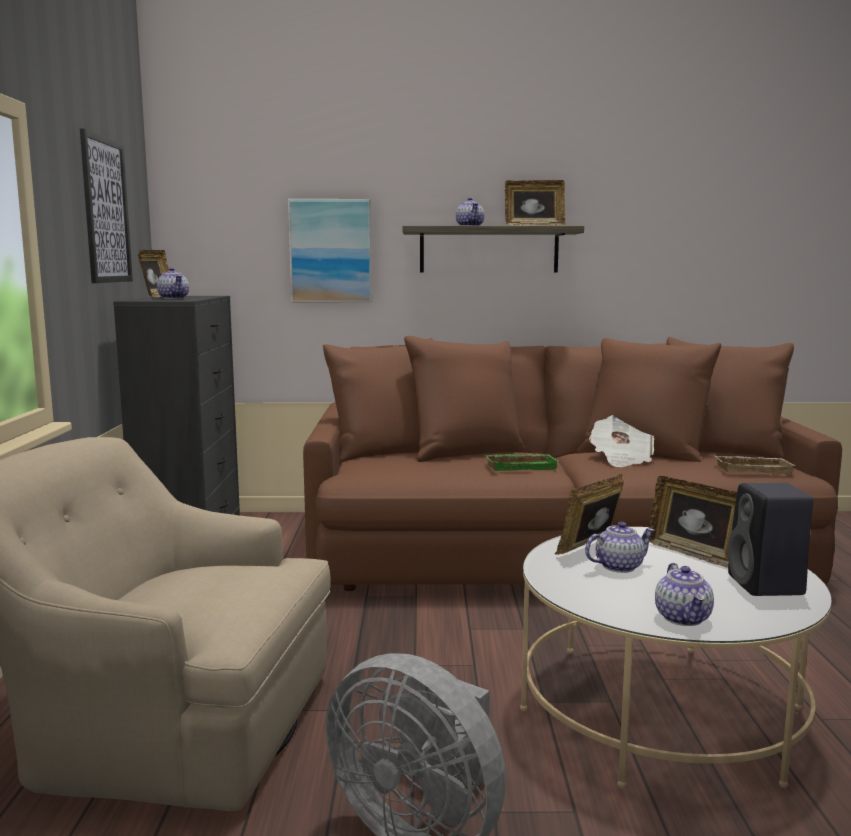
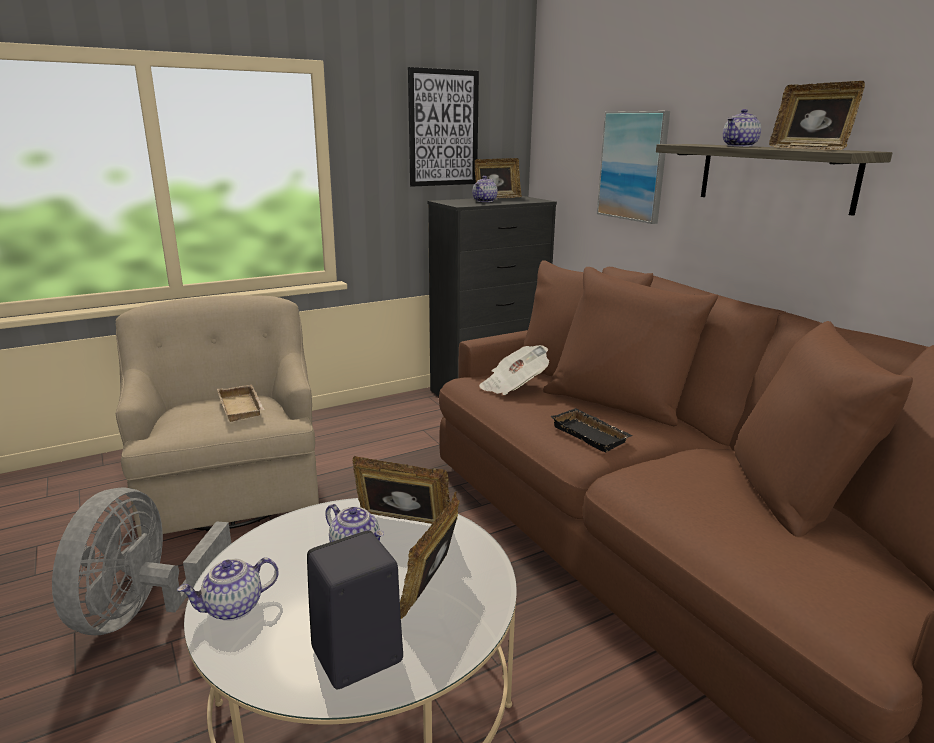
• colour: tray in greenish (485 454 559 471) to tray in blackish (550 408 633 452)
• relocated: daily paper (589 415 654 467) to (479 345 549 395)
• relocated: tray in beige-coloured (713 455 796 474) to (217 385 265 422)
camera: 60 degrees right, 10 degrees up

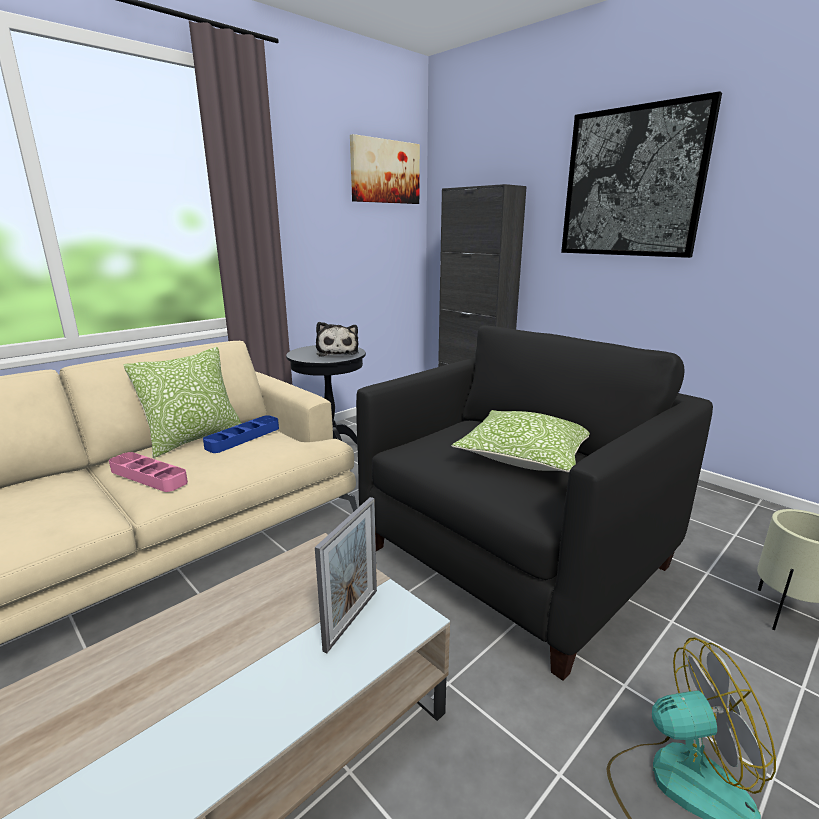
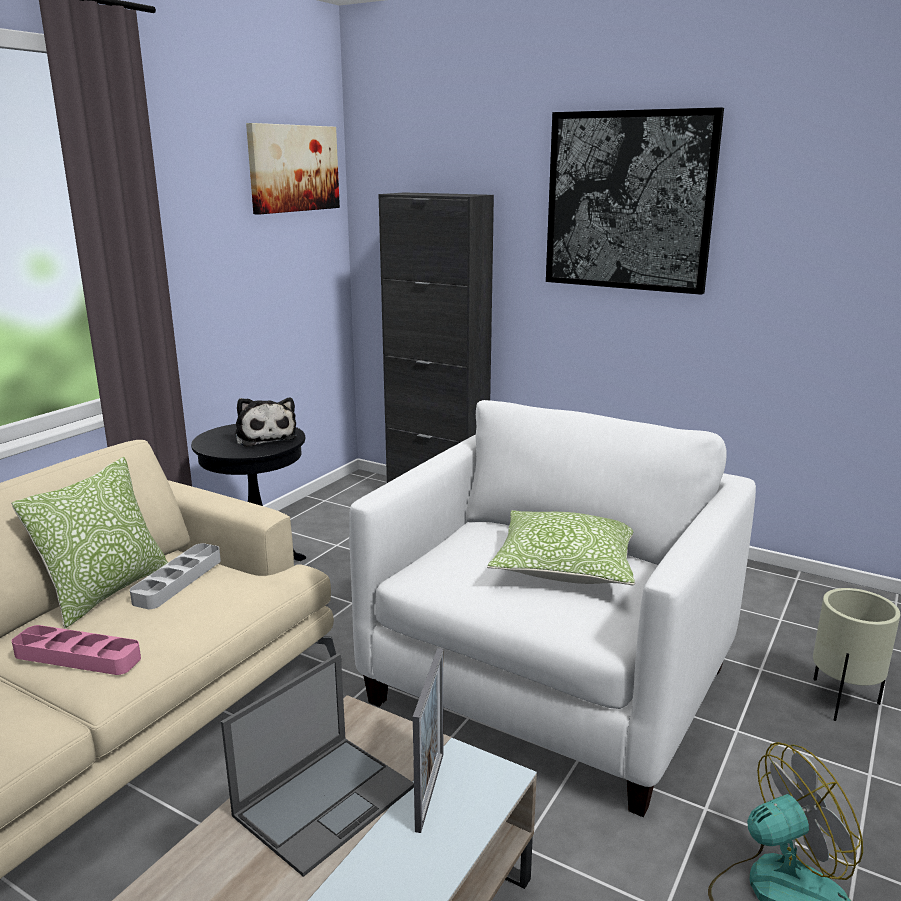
• colour: tray in blue (203 415 279 453) to tray in grey (130 543 221 609)
• colour: armchair in blackish (356 325 713 681) to armchair in white-coloured (349 400 756 817)
• appeared: laptop (221 653 414 877)
camera: 15 degrees left, 0 degrees up

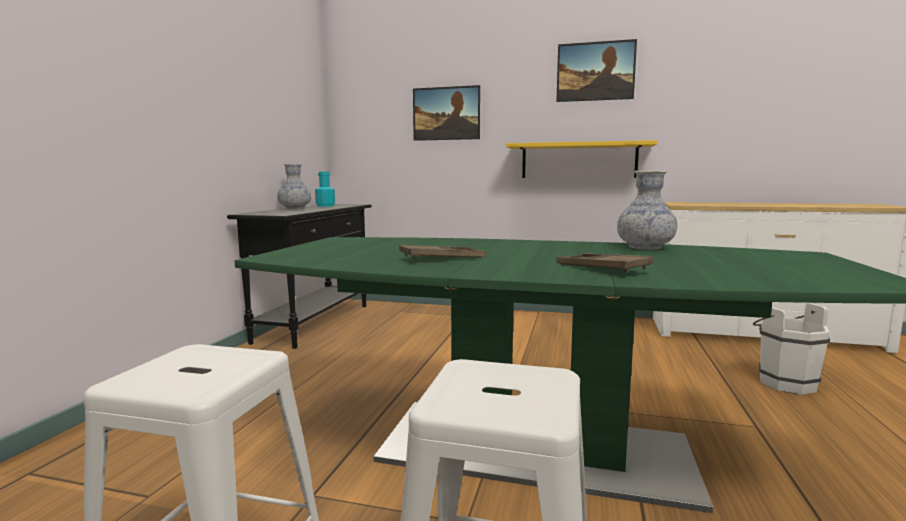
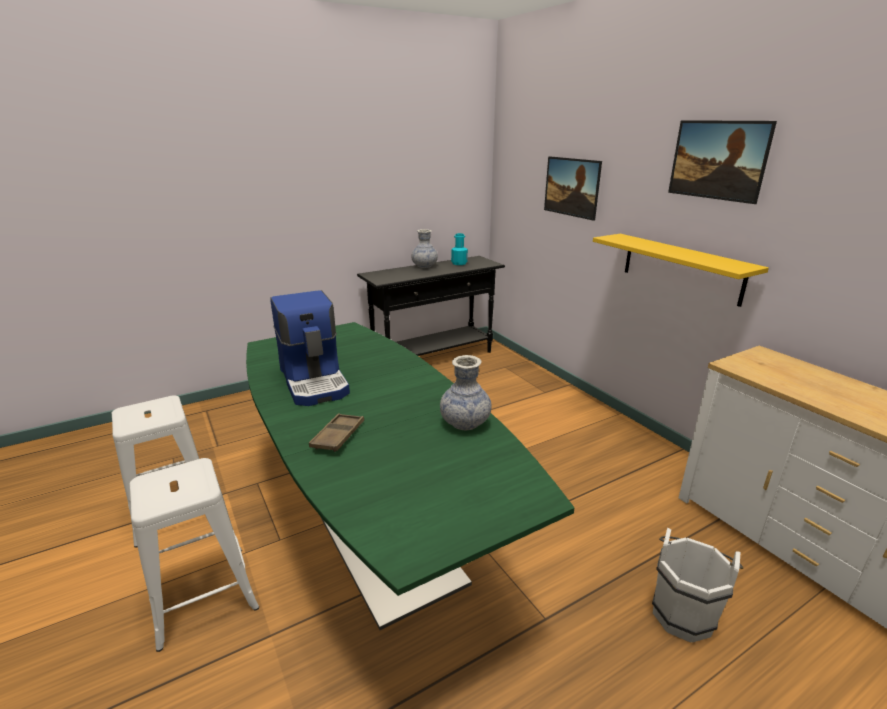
• exchanged: tray in brown (399 245 486 259) to coffee maker (270 290 350 406)
camera: 45 degrees right, 15 degrees up

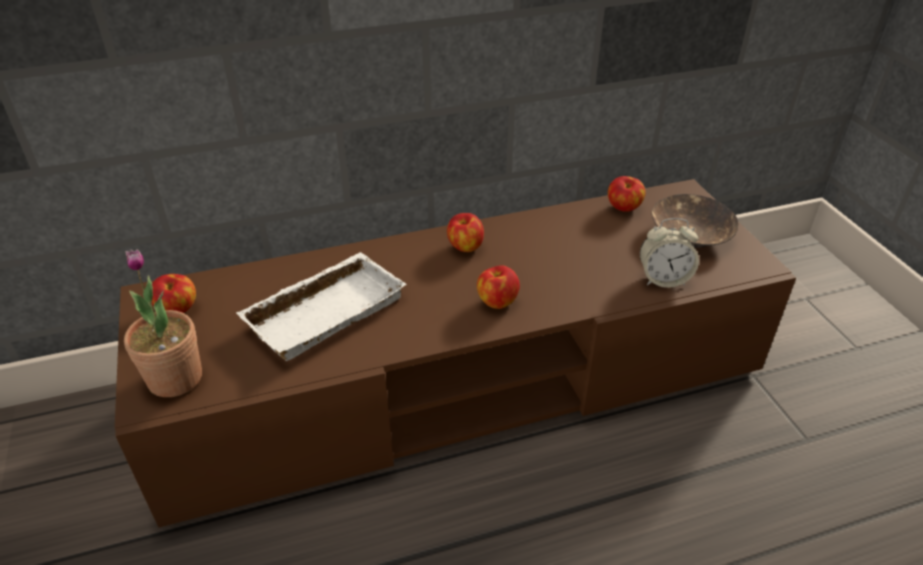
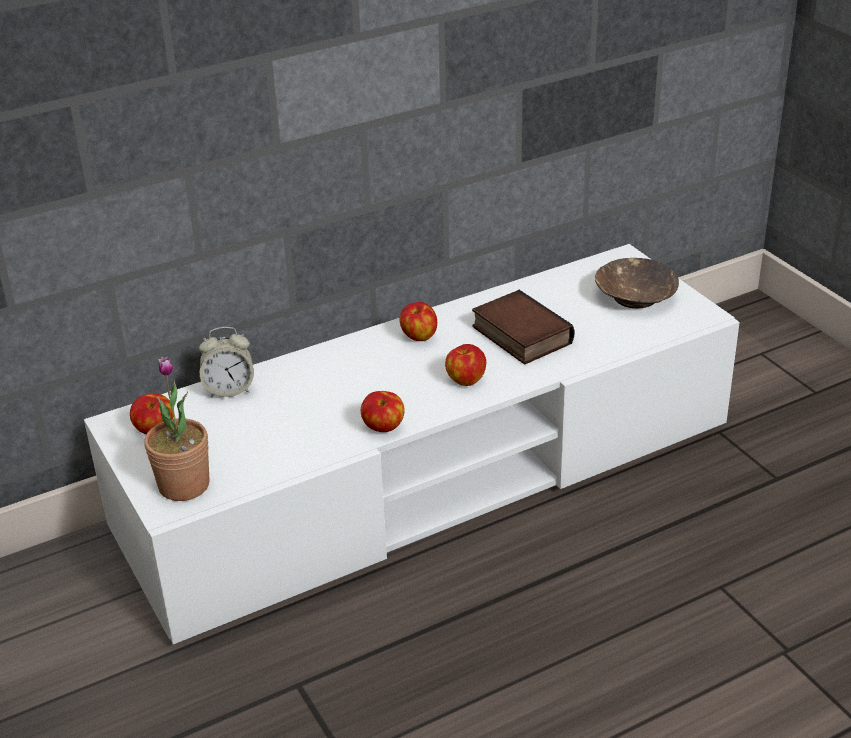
• colour: tv stand in brown (115 179 796 528) to tv stand in white-coloured (84 244 740 644)
• missing: tray in white-coloured (236 252 407 361)
• relocated: apple fruit (608 176 645 212) to (361 391 405 432)
• relocated: alarm clock (640 218 699 288) to (199 327 254 398)
• appeared: volume (472 290 575 364)
camera: 10 degrees left, 5 degrees down

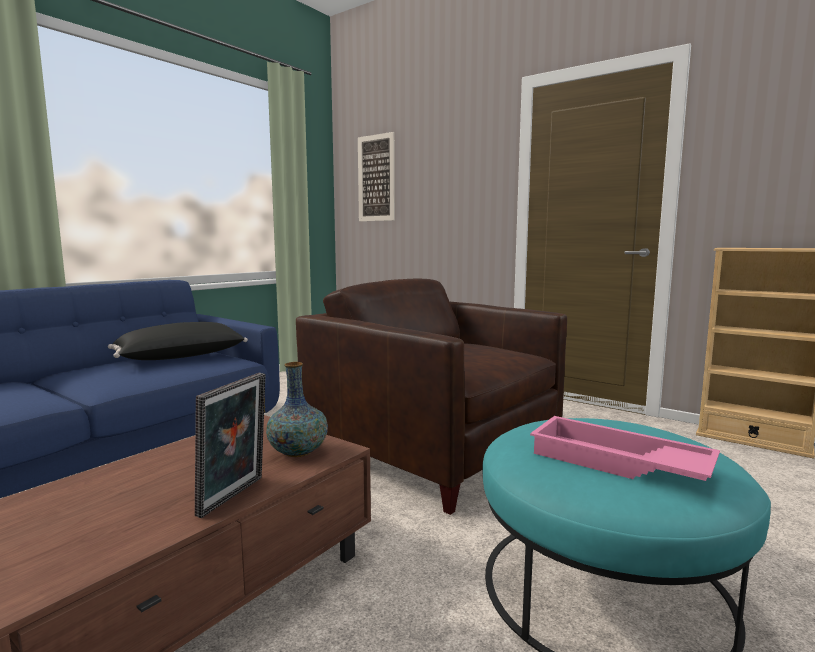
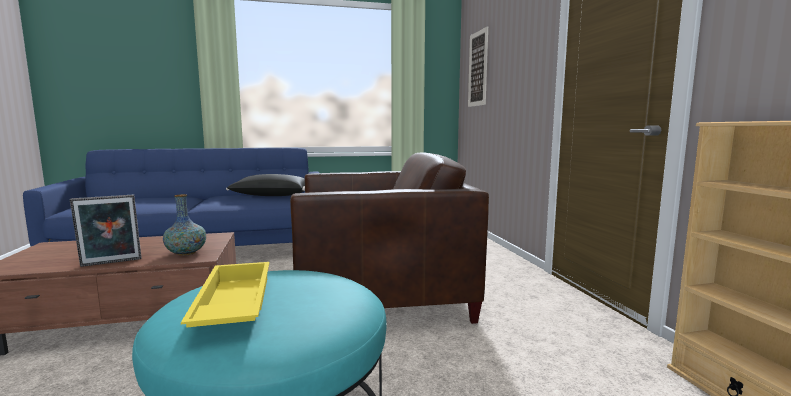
• spun: armchair in brown (296 279 567 515) = (290 152 489 324) 90 degrees clockwise
• colour: tray in pink-coloured (530 416 720 481) to tray in yellow (181 262 269 328)
camera: 40 degrees right, 0 degrees up

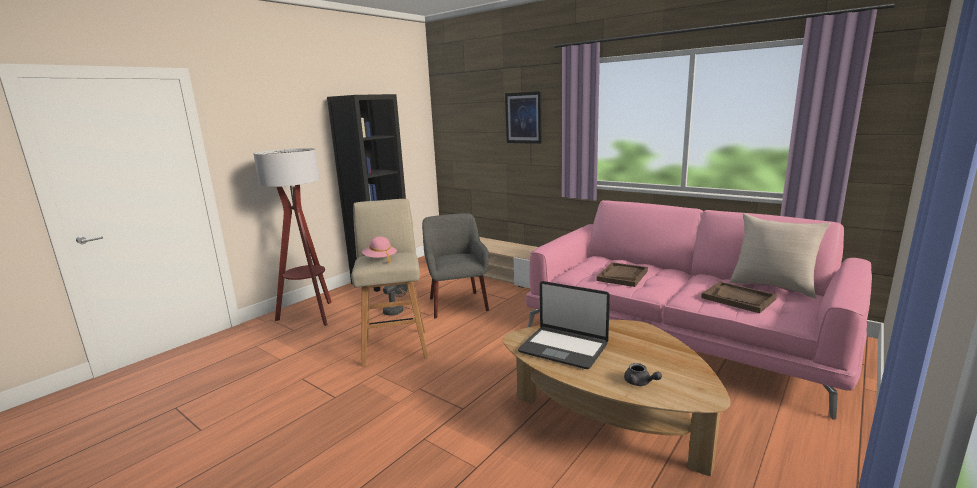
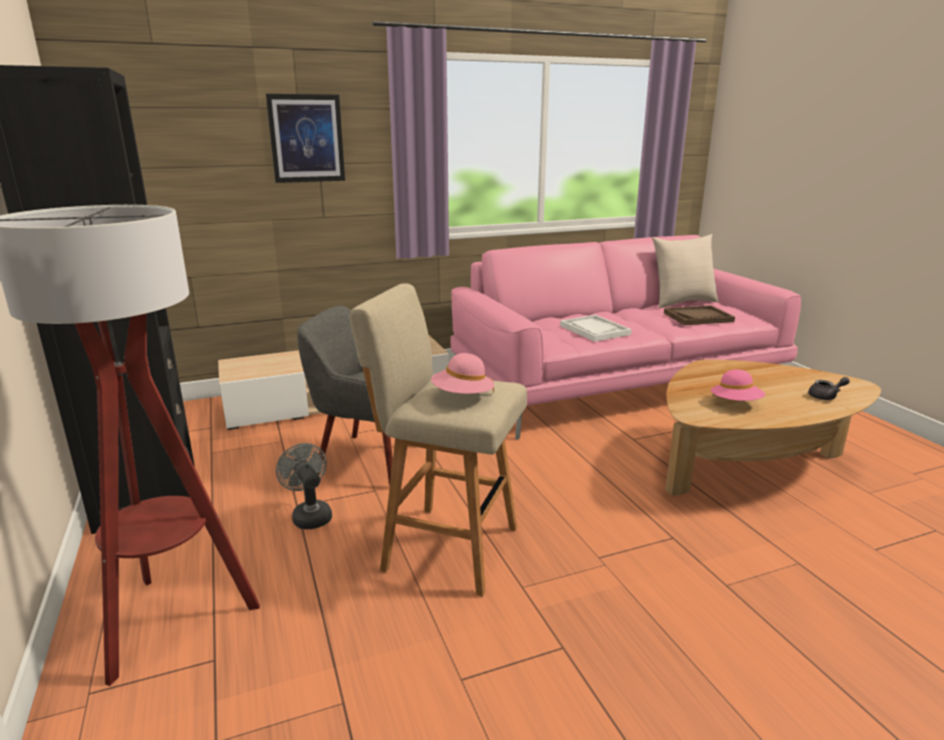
• exchanged: laptop (518 281 610 369) to hat in pink-coloured (711 369 765 401)
• colour: tray in brown (597 262 648 287) to tray in white-coloured (560 315 632 342)
camera: 60 degrees left, 5 degrees up

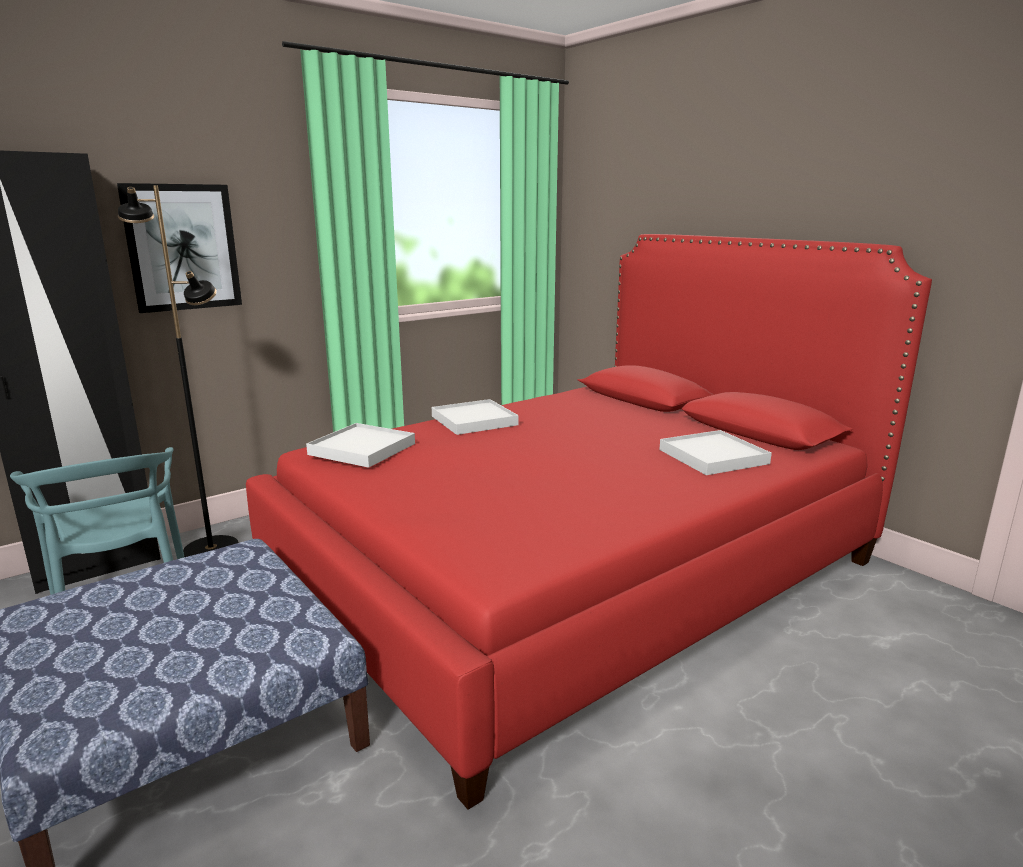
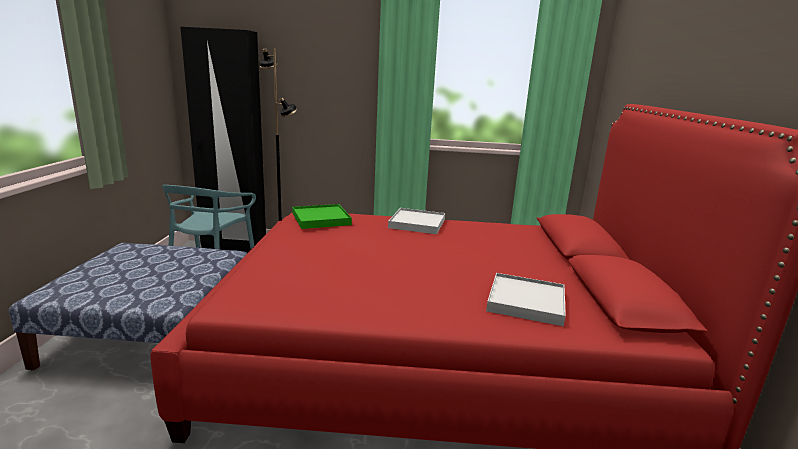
• missing: wall picture (117 183 242 313)
• colour: tray in white-coloured (306 423 415 468) to tray in greenish (292 204 352 229)
camera: 40 degrees right, 0 degrees up

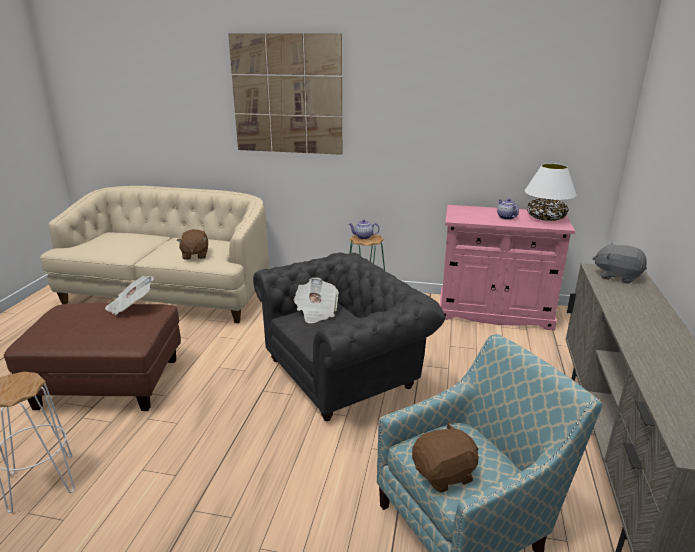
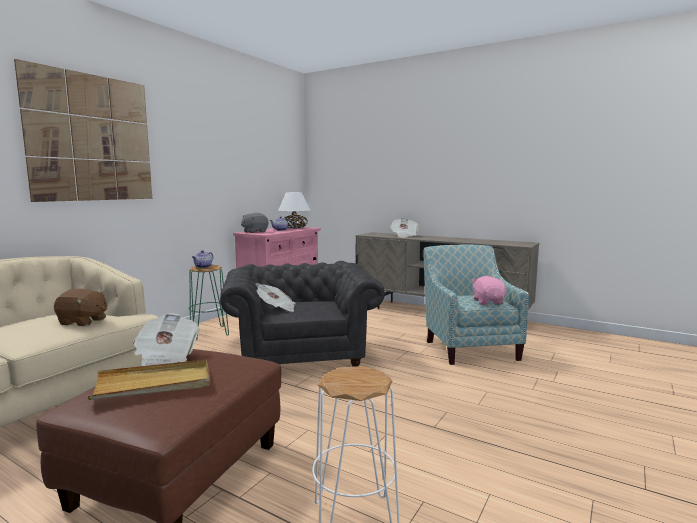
• colour: soft toy in brown (412 422 479 493) to soft toy in pink-coloured (472 276 506 305)
• relocated: soft toy in grey (593 243 647 284) to (241 213 268 233)
• appeared: tray in beige-coloured (88 360 210 400)
• appeared: daily paper (390 218 419 238)
camera: 70 degrees left, 15 degrees down

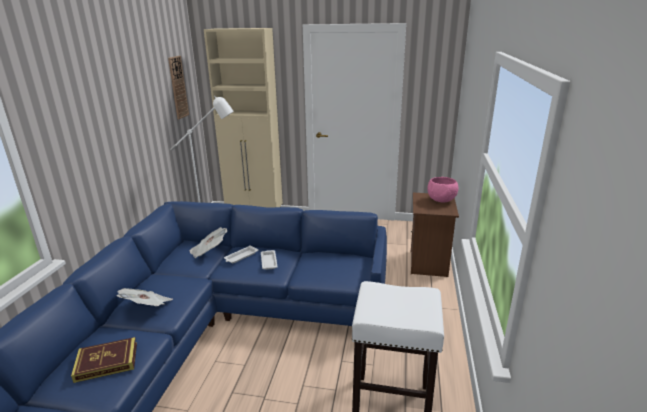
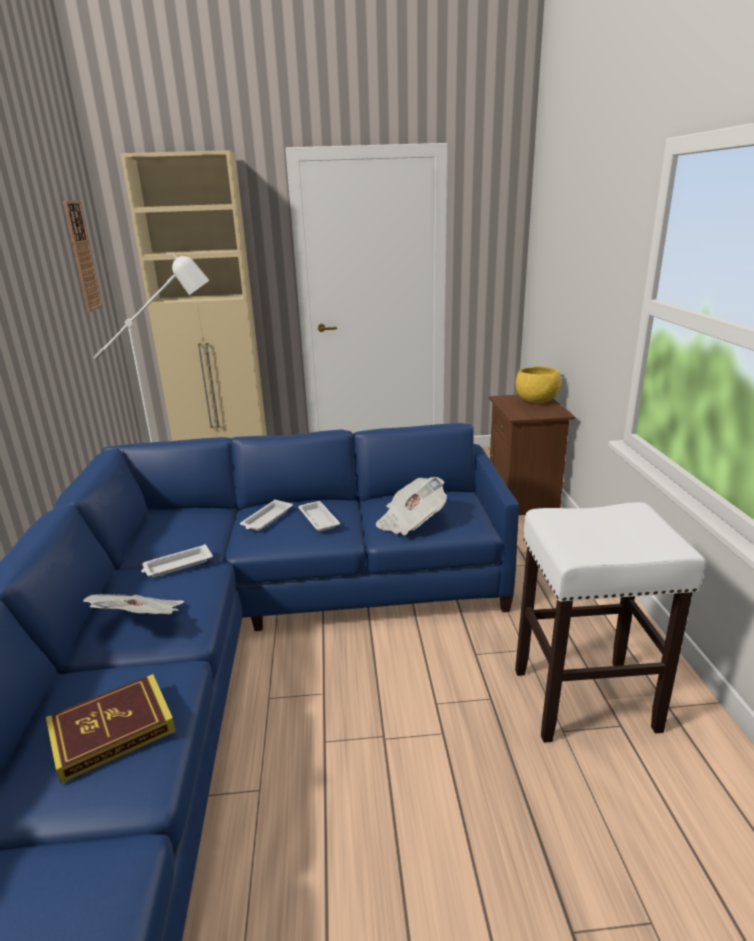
• relocated: daily paper (189 227 227 258) to (376 477 447 536)
• colour: bowl in pink-coloured (428 177 458 203) to bowl in yellow (516 366 562 403)
• appeared: tray in white-coloured (141 544 213 577)
camera: 15 degrees left, 0 degrees up

